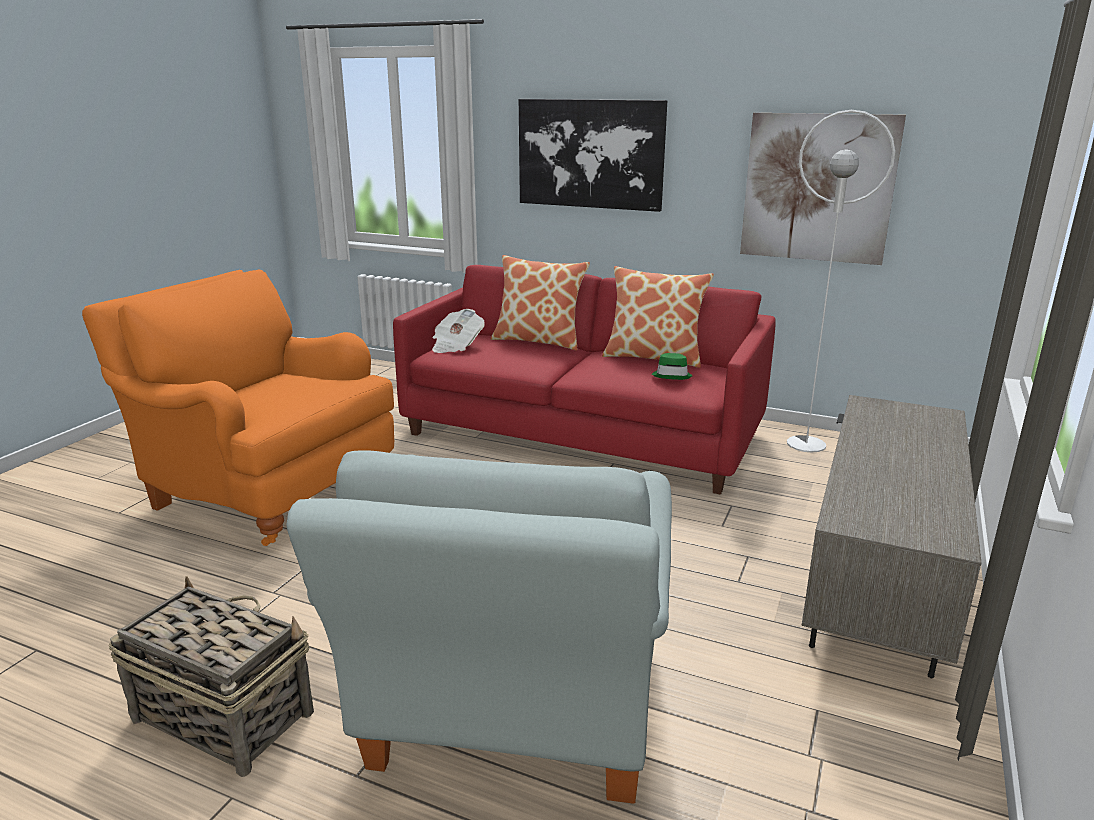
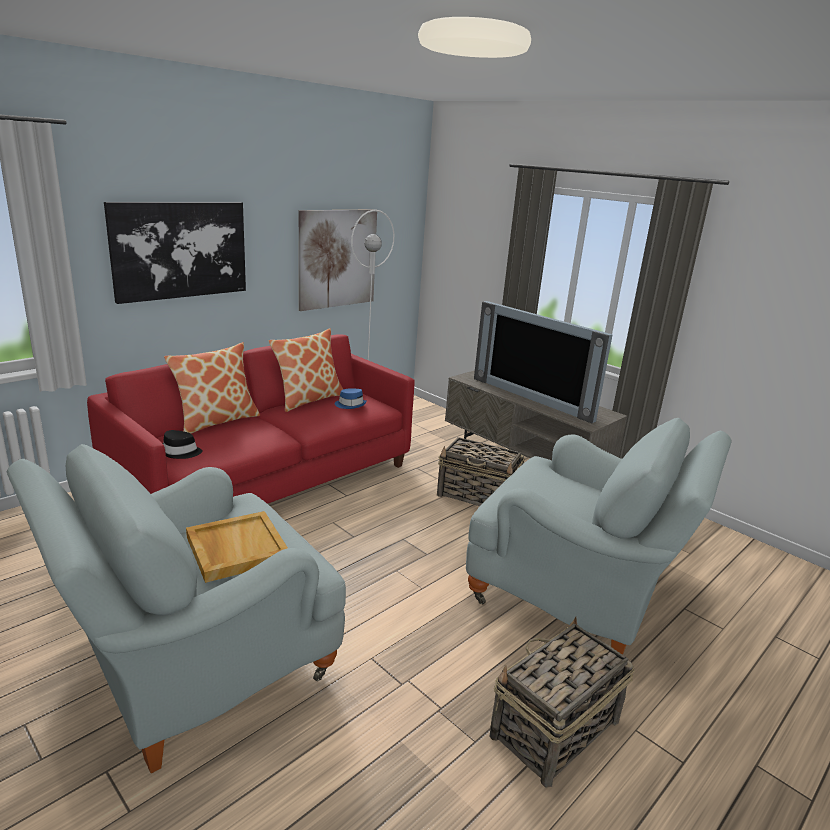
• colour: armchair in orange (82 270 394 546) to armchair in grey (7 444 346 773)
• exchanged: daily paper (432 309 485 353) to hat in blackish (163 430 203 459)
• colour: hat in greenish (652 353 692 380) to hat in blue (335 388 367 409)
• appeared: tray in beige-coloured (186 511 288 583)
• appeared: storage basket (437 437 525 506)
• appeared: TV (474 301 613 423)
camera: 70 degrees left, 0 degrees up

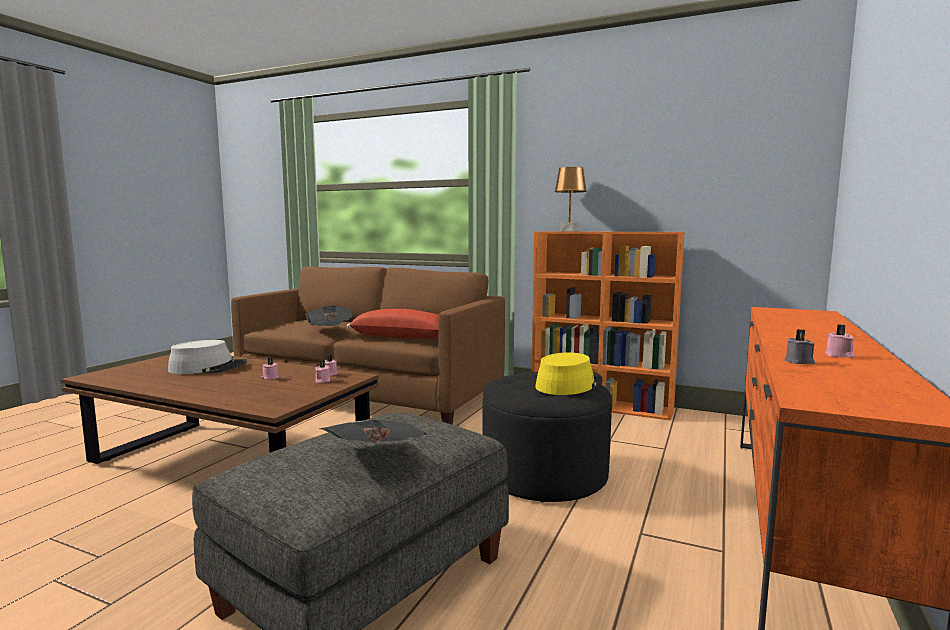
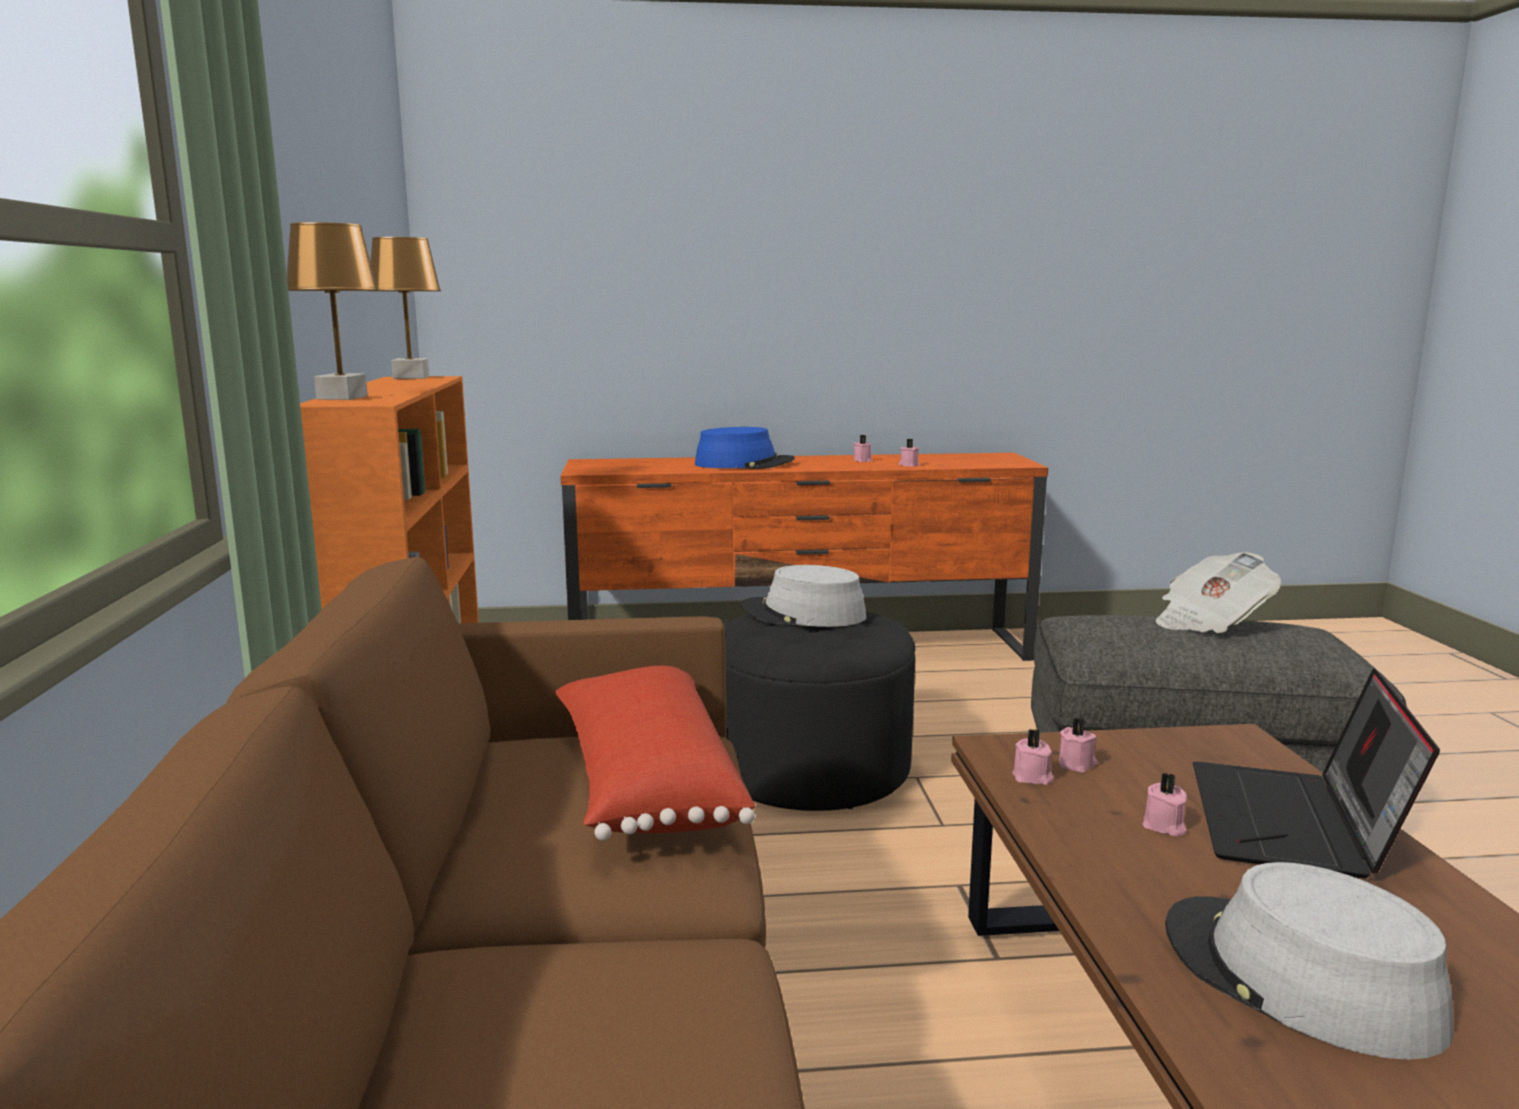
• missing: daily paper (305 305 354 326)
• colour: hat in yellow (535 352 603 395) to hat in grey (741 565 866 627)
• colour: wax light in grey (784 329 815 364) to wax light in pink-coloured (899 439 919 467)
• appeared: table lamp in brown (370 237 441 379)
• appeared: hat in blue (695 427 795 469)
• appeared: laptop (1193 668 1440 878)
camera: 120 degrees left, 5 degrees up

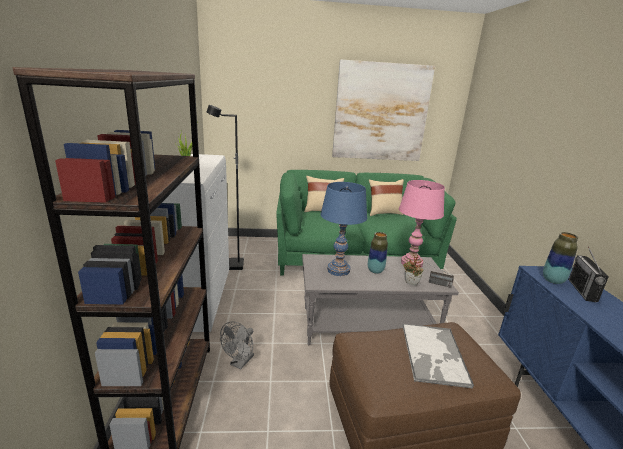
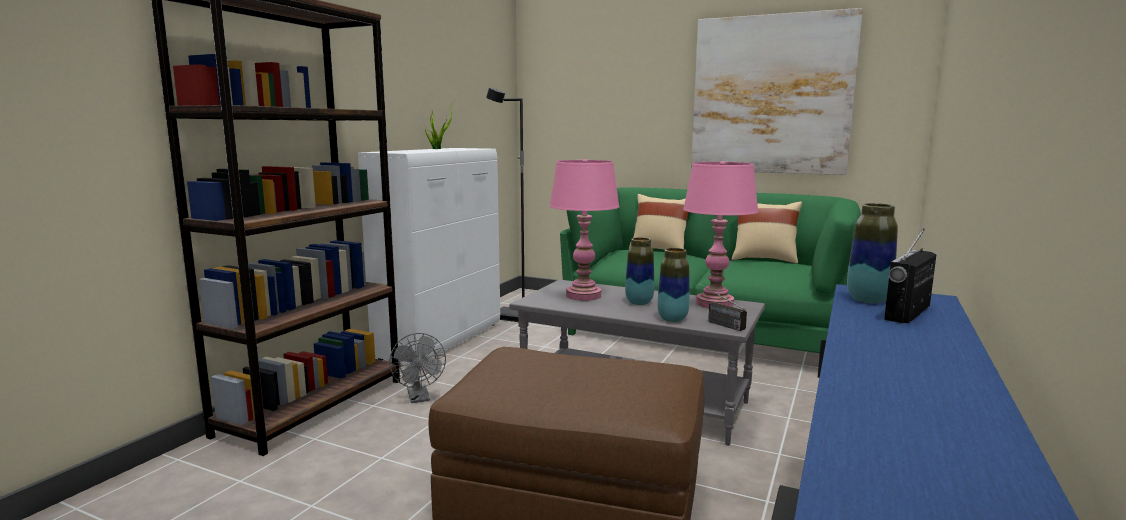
• spun: cooling fan in grey (220 321 254 369) = (389 333 446 403) 75 degrees counterclockwise
• colour: table lamp in blue (320 182 367 276) to table lamp in pink-coloured (549 159 620 301)
• missing: tray (402 324 474 389)
• exchanged: houseplant (403 253 423 285) to decorative vase (657 248 690 322)
camera: 30 degrees right, 10 degrees down

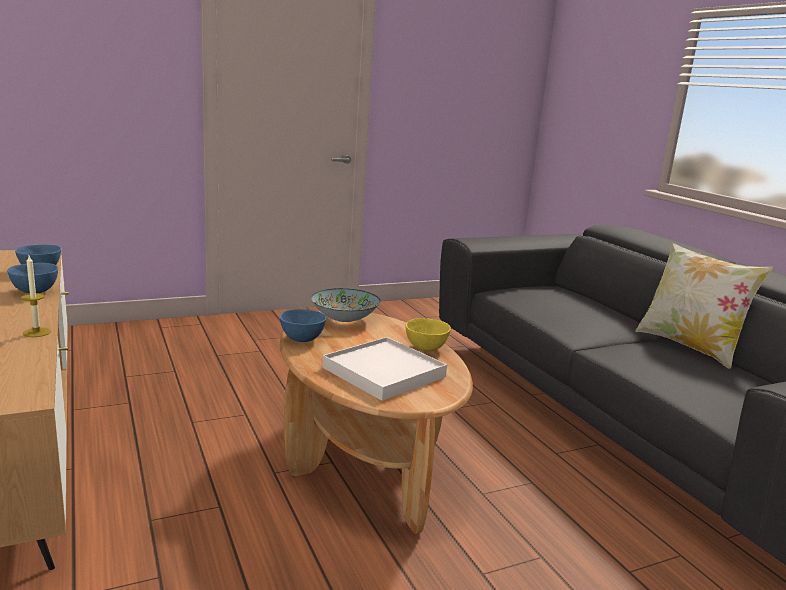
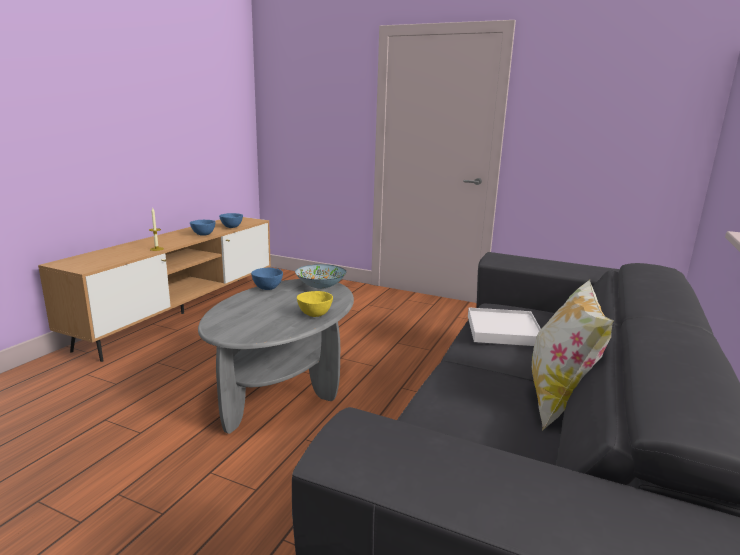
• colour: lounge table in brown (280 311 473 534) to lounge table in grey (198 279 354 434)
• relocated: tray in white-coloured (322 337 447 401) to (468 308 541 346)
camera: 50 degrees right, 0 degrees up

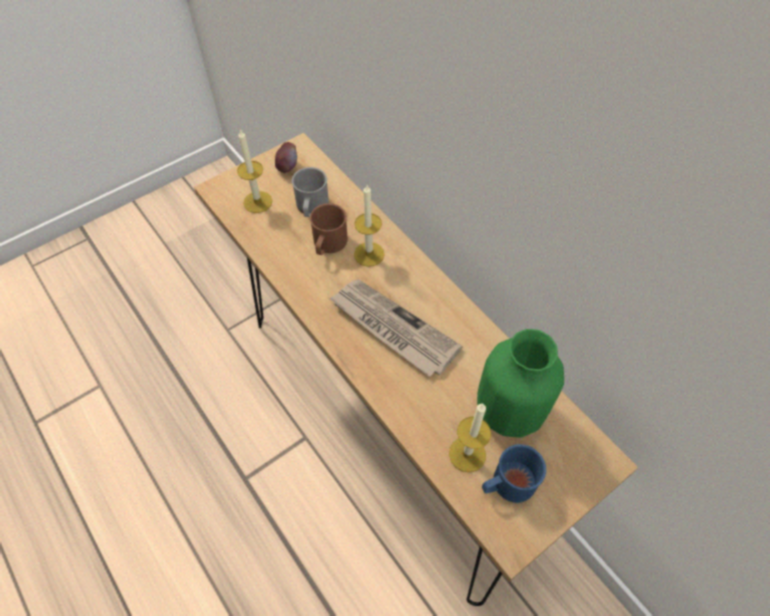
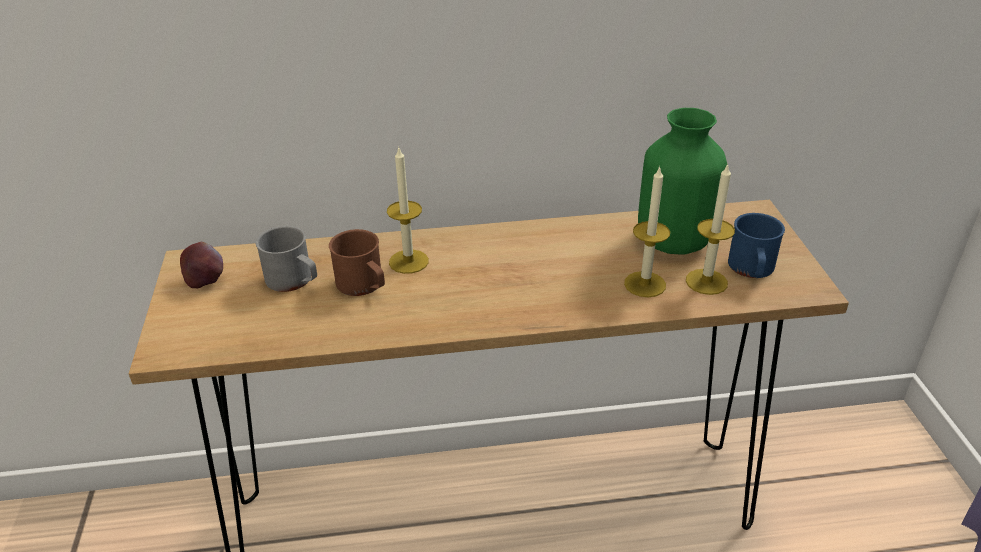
• relocated: wax light (237 129 272 213) to (624 166 670 297)
• missing: daily paper (329 280 463 377)
camera: 60 degrees left, 20 degrees down

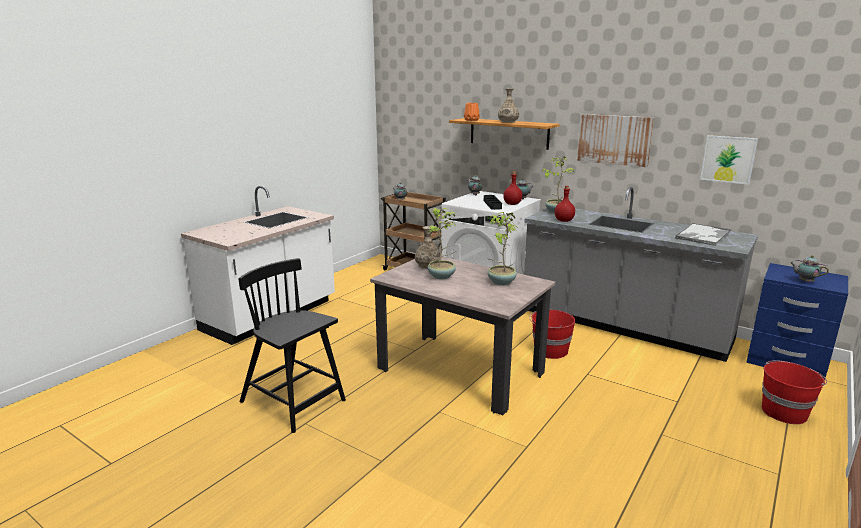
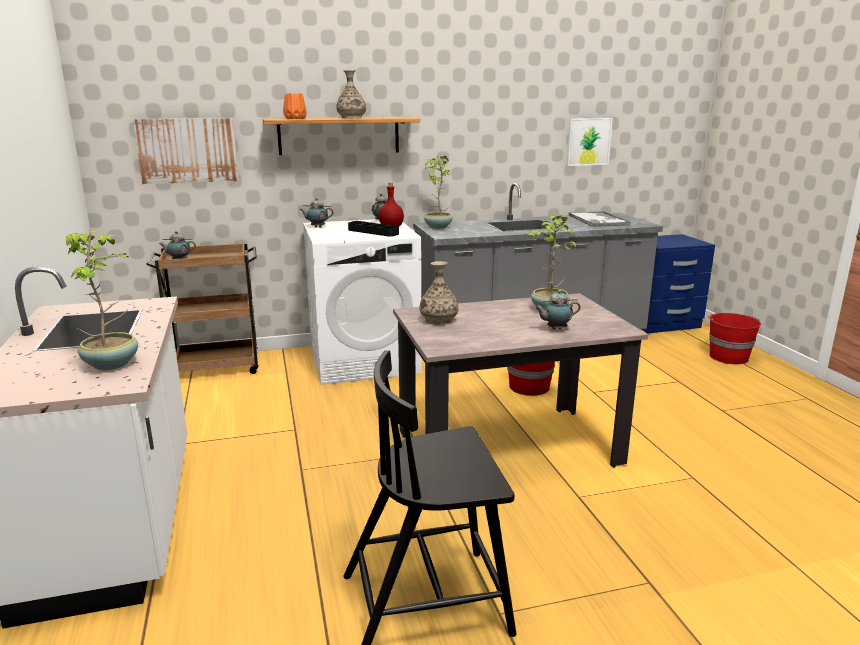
• relocated: houseplant (426 208 457 279) to (66 230 138 370)
• missing: drink bottle in red-coloured (555 186 575 222)
• relocated: wall picture (577 114 654 167) to (133 118 239 184)
• relocated: pot for tea (790 255 829 283) to (534 290 581 330)
camera: 50 degrees left, 0 degrees up

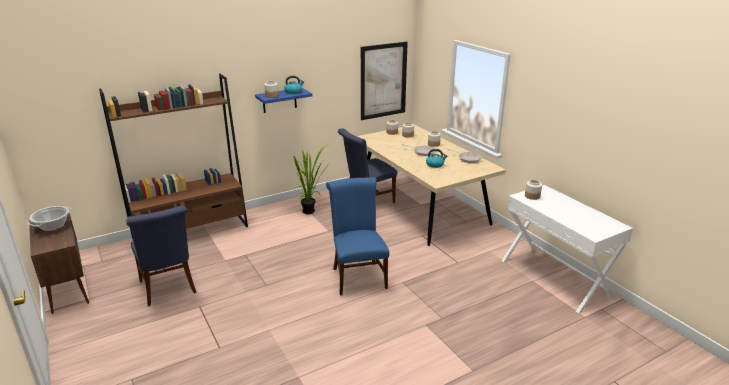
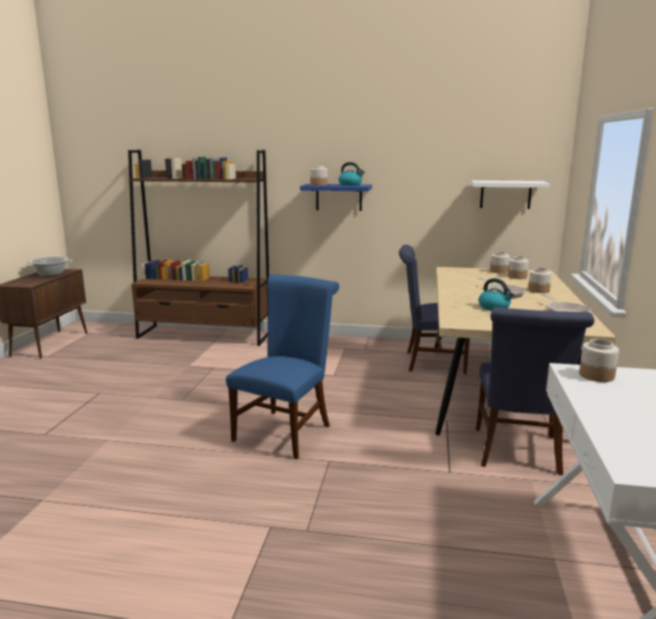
• relocated: chair in blue (126 205 197 306) to (476 307 594 475)
• missing: houseplant (293 144 330 214)
• exchanged: wall picture (361 42 408 120) to shelf in white-coloured (471 180 550 209)
camera: 40 degrees right, 10 degrees down

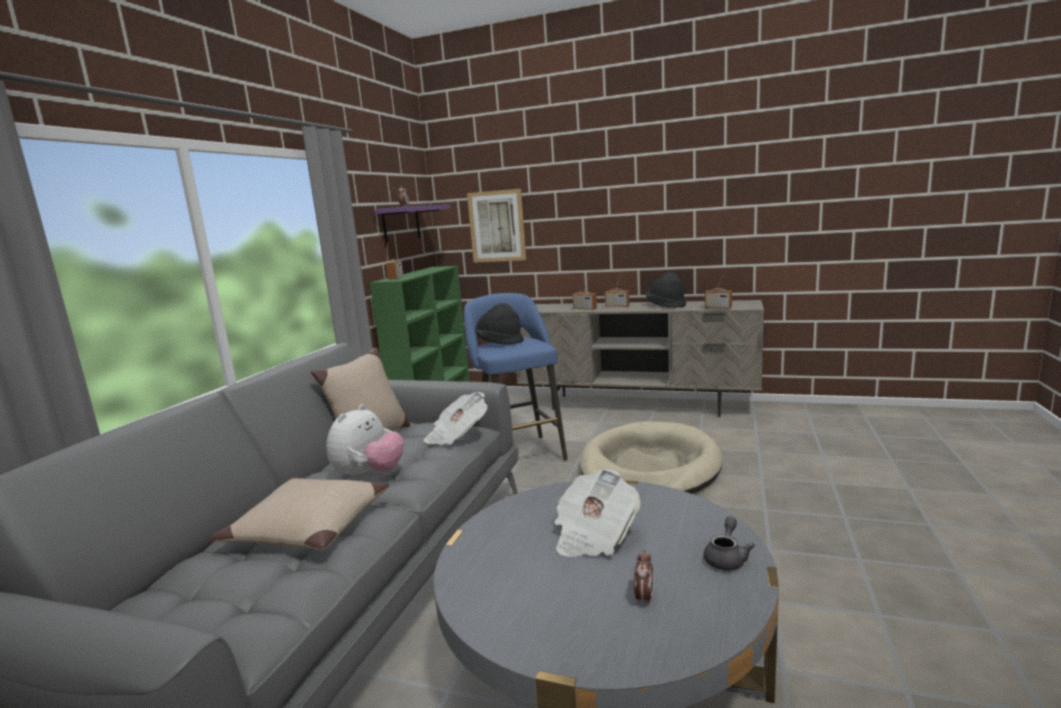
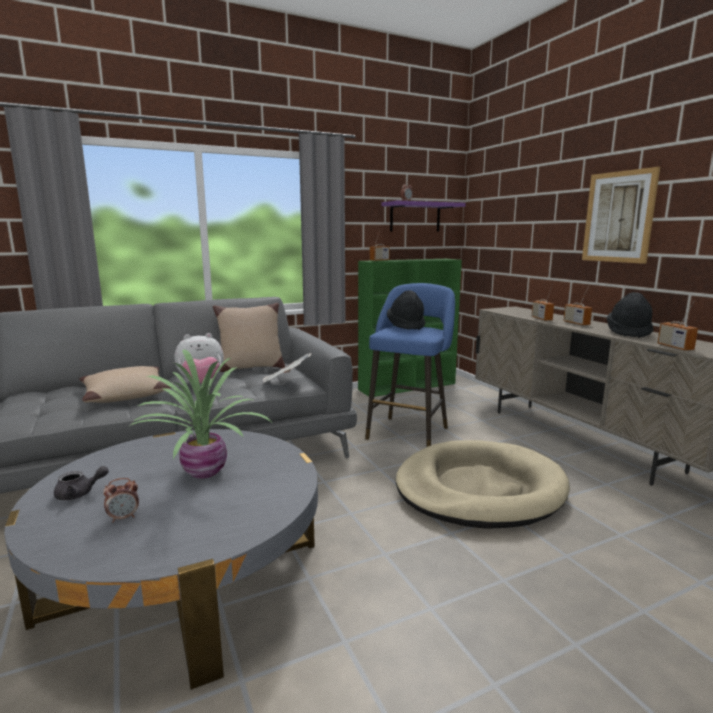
• relocated: wall picture (467 189 526 263) to (582 167 660 264)
• exchanged: daily paper (554 469 641 557) to houseplant (128 349 271 478)
• relocated: pot for tea in grey (704 517 755 571) to (54 466 109 500)
camera: 45 degrees right, 0 degrees up

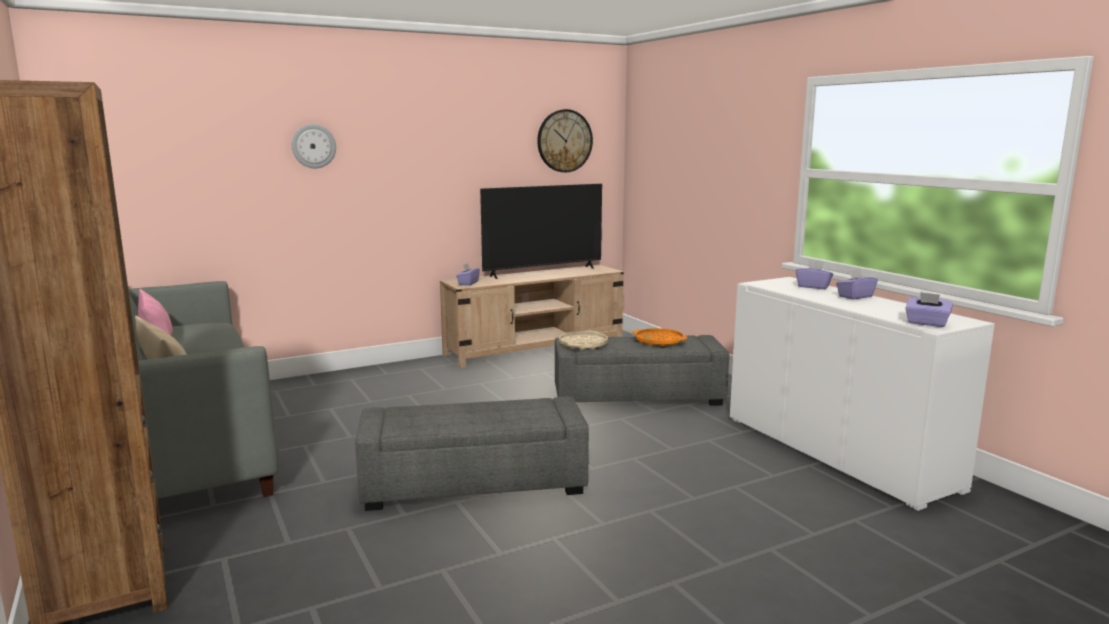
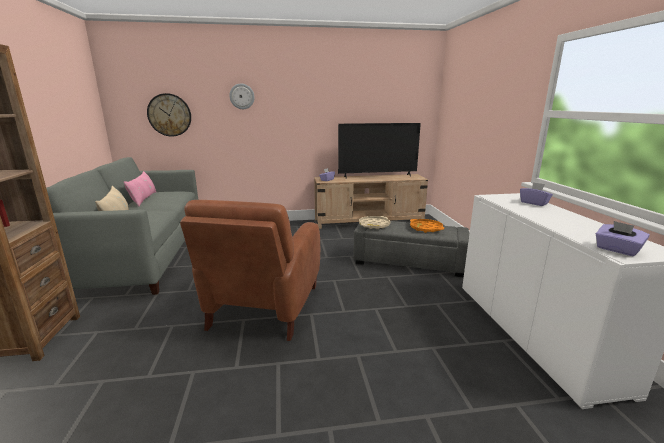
• exchanged: pouffe in grey (355 396 589 511) to armchair in brown (180 200 320 341)
• relocated: wall clock (537 109 593 172) to (147 93 191 137)
• missing: tissue box in purplish (836 269 878 299)
camera: 20 degrees right, 5 degrees up

